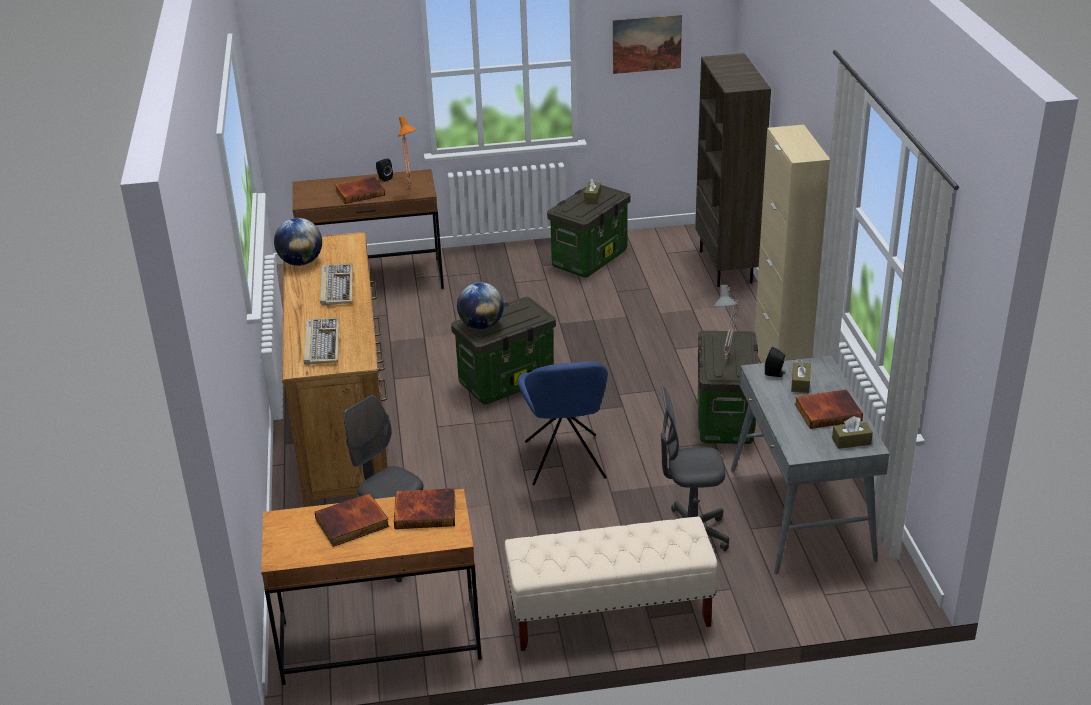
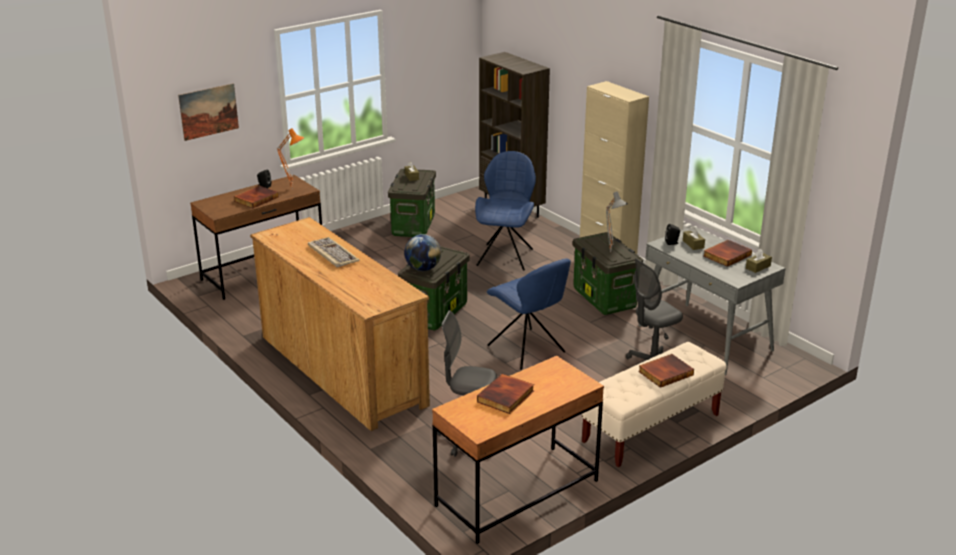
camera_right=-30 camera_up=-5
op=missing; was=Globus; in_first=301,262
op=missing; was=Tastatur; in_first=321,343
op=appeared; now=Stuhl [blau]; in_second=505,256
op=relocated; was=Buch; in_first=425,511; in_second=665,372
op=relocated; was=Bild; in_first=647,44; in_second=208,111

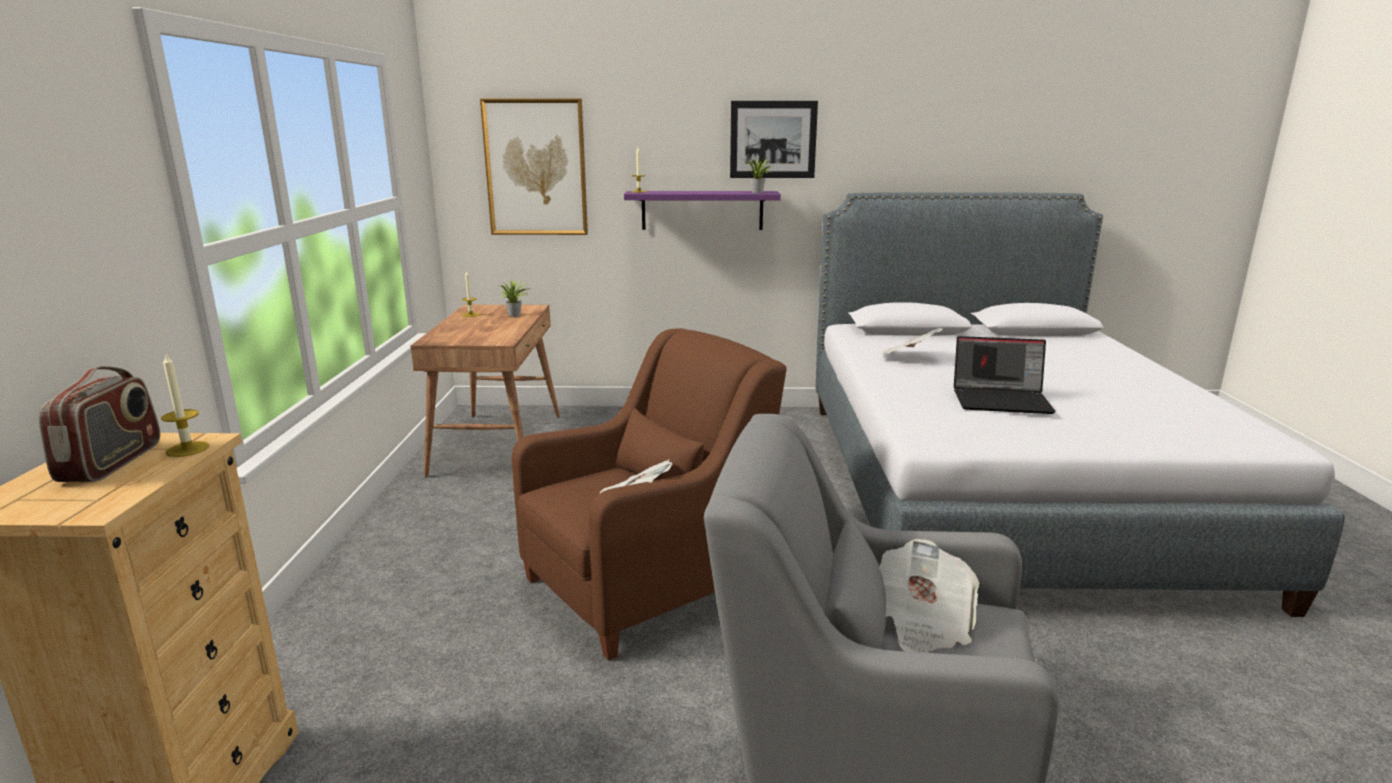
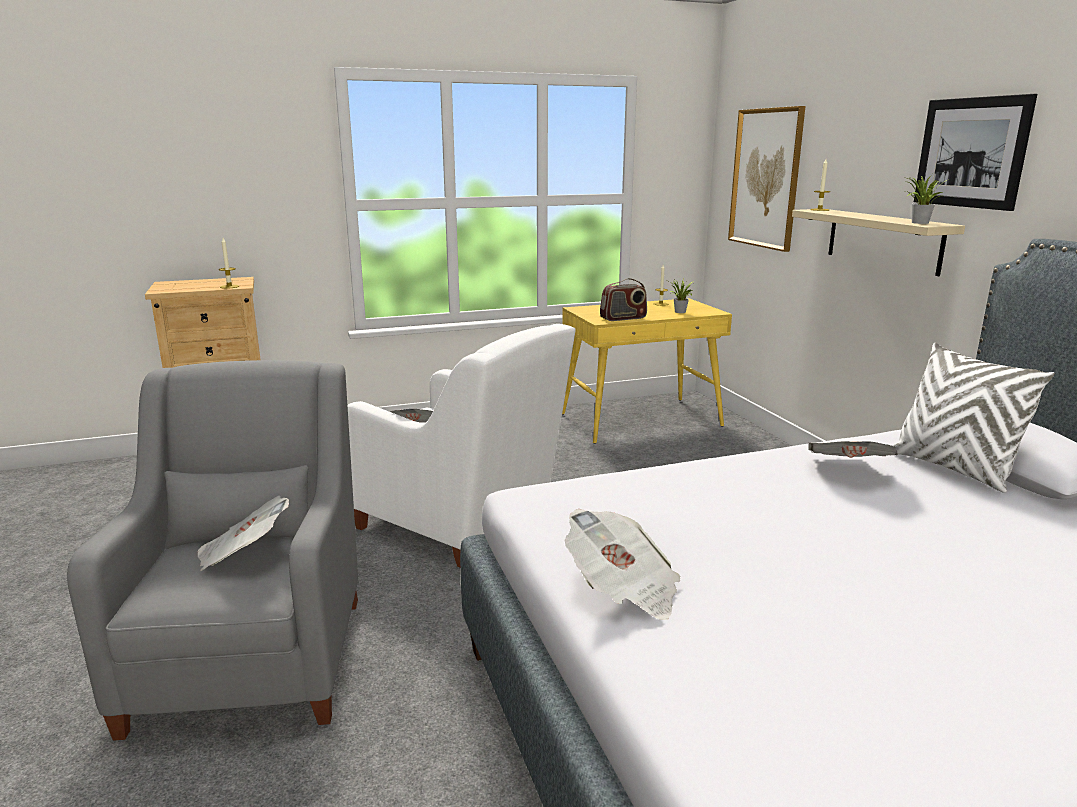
camera_right=70 camera_up=0
op=missing; was=Laptop; in_first=1002,400
op=appeared; now=Zeitung; in_second=623,590
op=appeared; now=Kissen [weiß]; in_second=953,469
op=relocated; was=Radio; in_first=112,463; in_second=623,318
op=colour; was=Schreibtisch [braun]; now=Schreibtisch [gelb]; in_first=497,444; in_second=641,420
op=colour; was=Sessel [braun]; now=Sessel [weiß]; in_first=648,583; in_second=462,522
op=colour; was=Wandregal [lila]; now=Wandregal [beige]; in_first=702,210; in_second=883,240

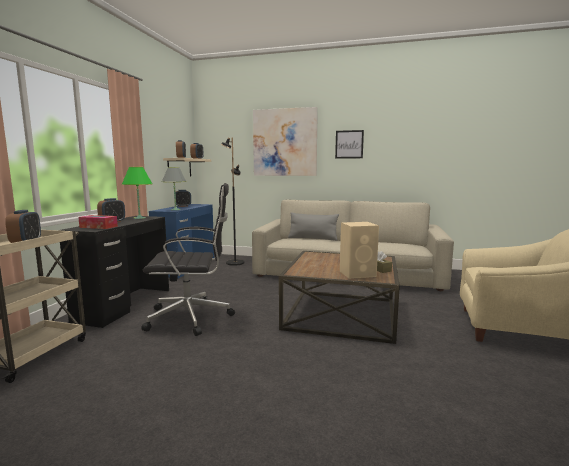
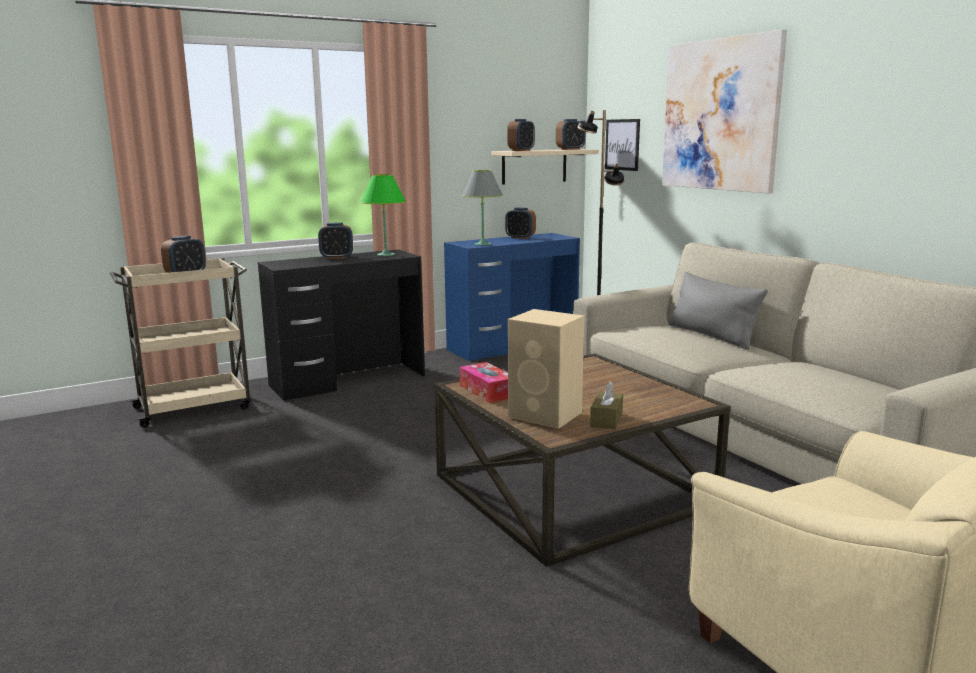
camera_right=45 camera_up=5
op=missing; was=Bürostuhl [schwarz]; in_first=192,317
op=relocated; was=Taschentuchbox; in_first=98,227; in_second=487,391
op=relocated; was=Bild; in_first=349,144; in_second=622,144

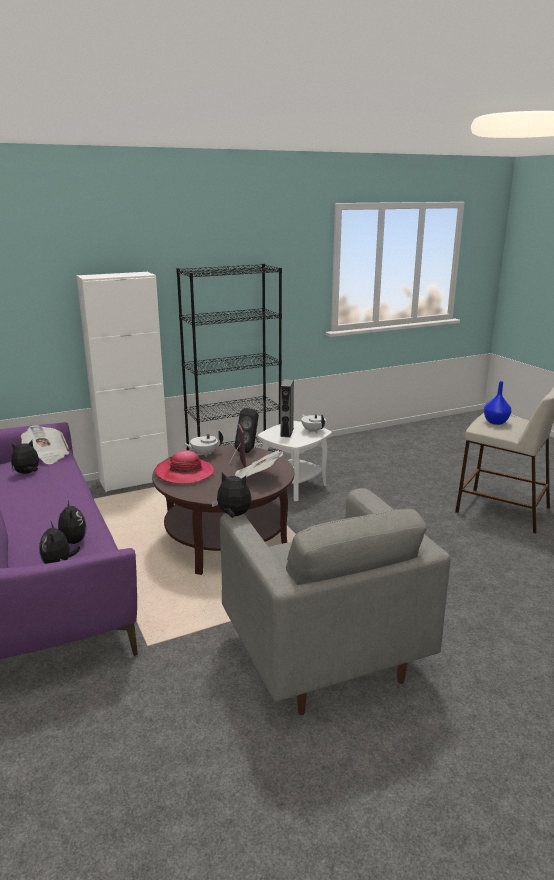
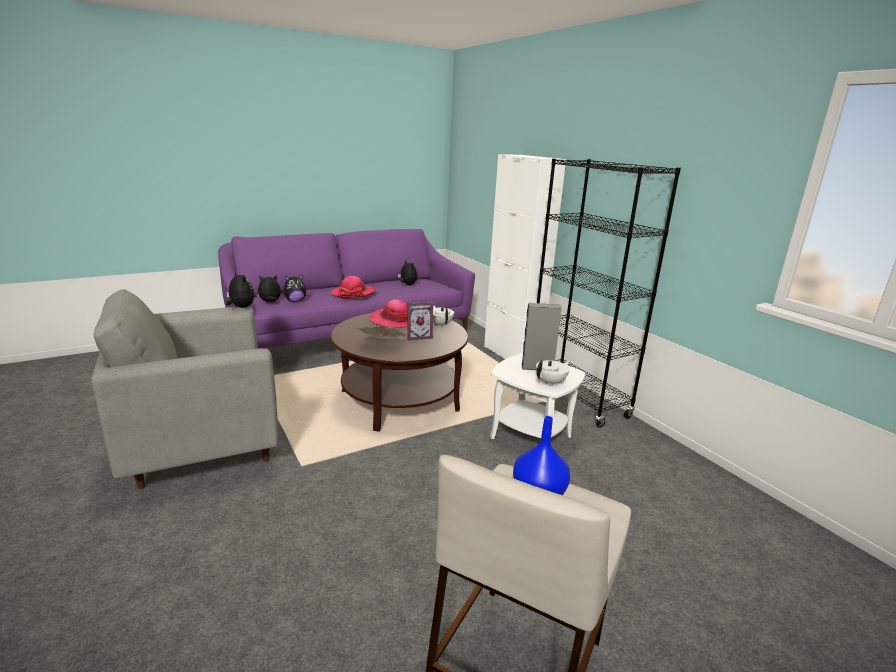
camera_right=85 camera_up=0
op=missing; was=Zeitung; in_first=46,456
op=missing; was=Lautsprecher [schwarz]; in_first=249,449
op=appeared; now=Hut; in_second=353,293
op=spun; was=Plüschtier; in_first=233,515; in_second=241,307; clockwise=-60

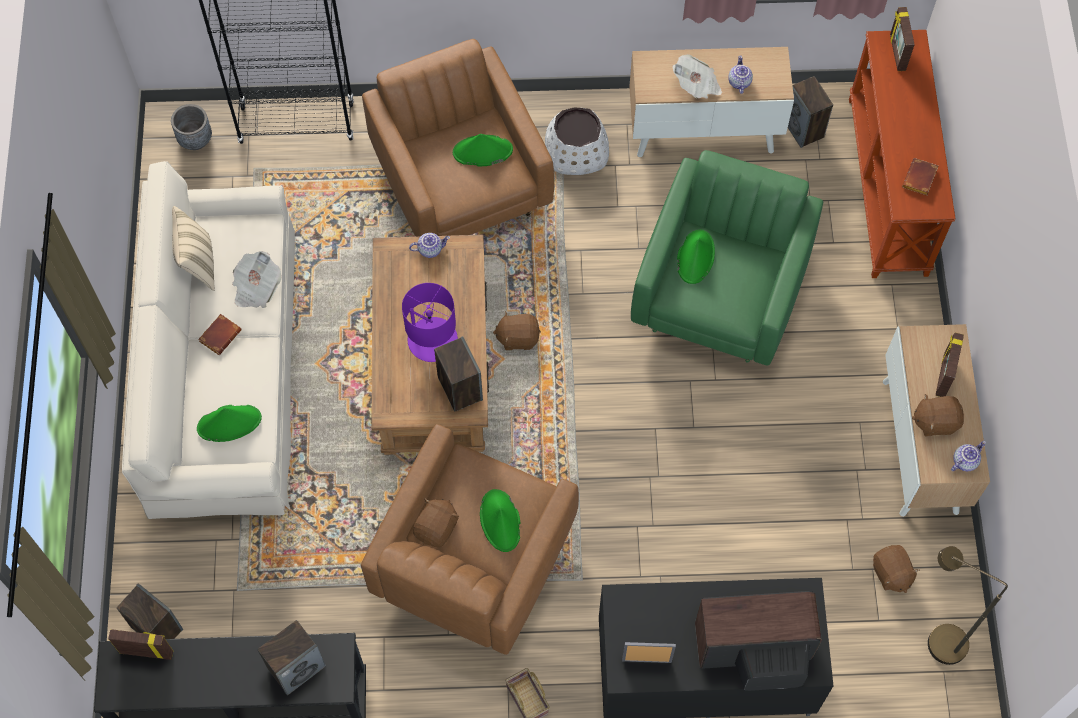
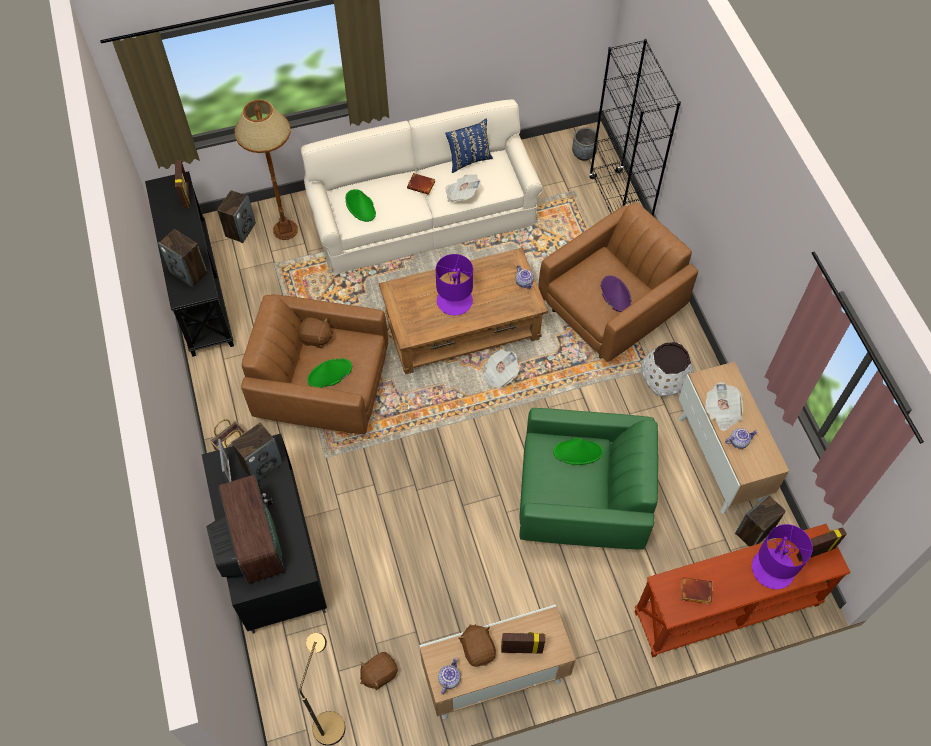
camera_right=75 camera_up=-5
op=appeared; now=Stehlampe [braun]; in_second=285,230
op=appeared; now=Tischlampe [lila]; in_second=773,568
op=relocated; was=Lautsprecher; in_first=459,388; in_second=262,464
op=exchanged; was=Plüschtier [braun]; now=Zeitung; in_first=518,337; in_second=499,374
op=colour; was=Kissen [beige]; now=Kissen [blau]; in_first=198,264; in_second=468,159
op=colour; was=Hut [grün]; now=Hut [lila]; in_first=482,151; in_second=615,294
op=spun; was=Teekanne; in_first=964,461; in_second=448,678; clockwise=-105

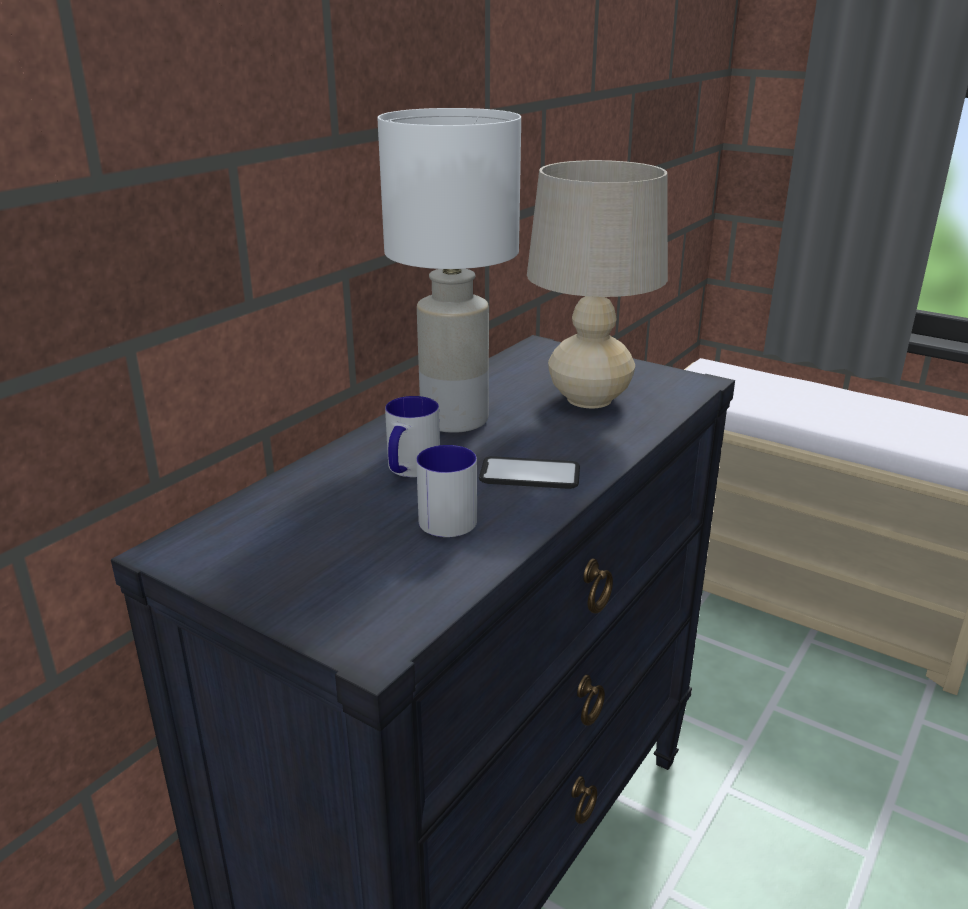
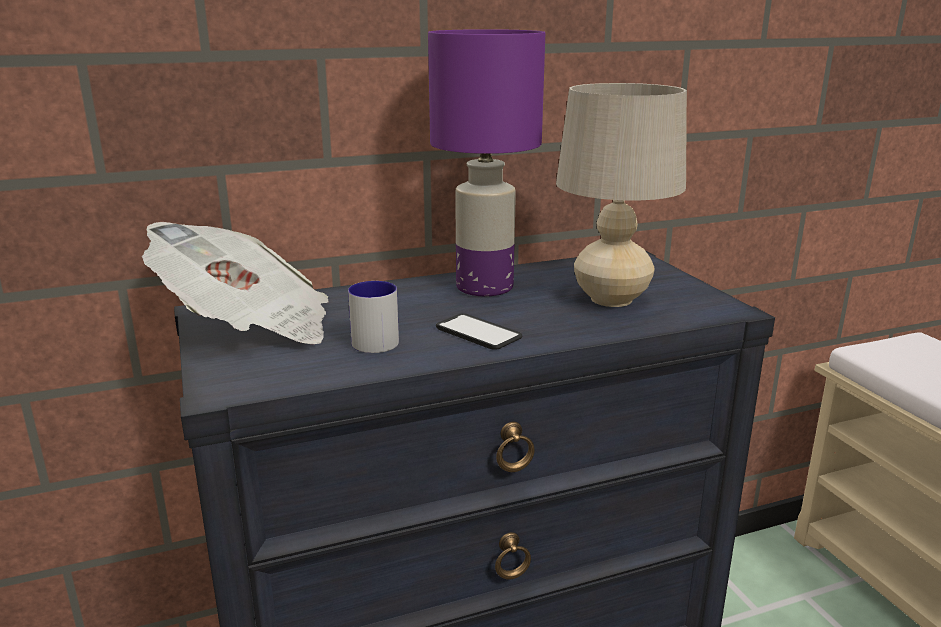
camera_right=35 camera_up=-5
op=missing; was=Henkelbecher; in_first=409,470
op=appeared; now=Zeitung; in_second=249,326
op=colour; was=Tischlampe [weiß]; now=Tischlampe [lila]; in_first=453,418; in_second=485,287

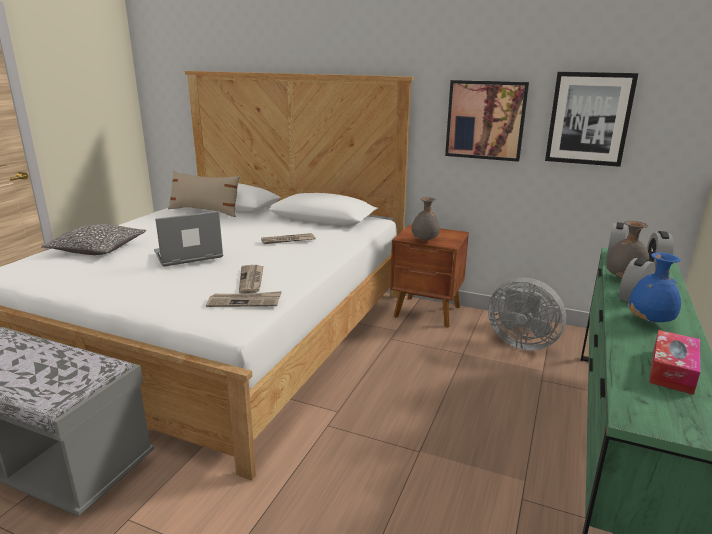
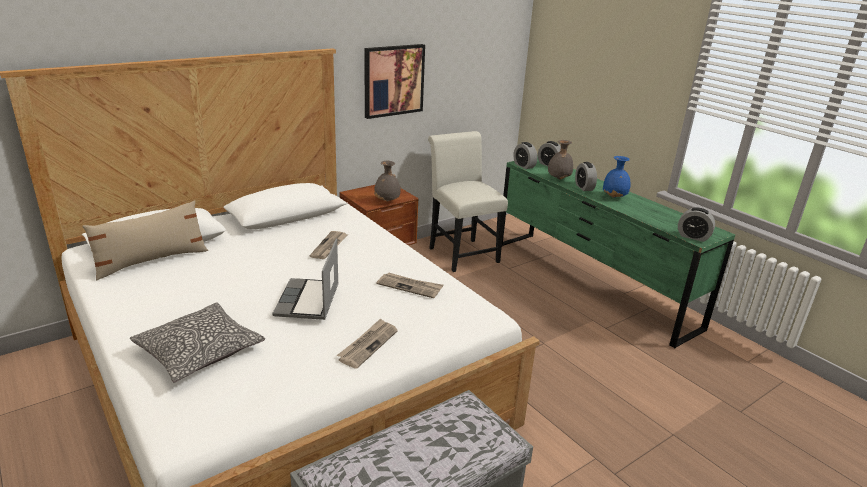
camera_right=-60 camera_up=5
op=missing; was=Bild; in_first=589,119
op=missing; was=Taschentuchbox; in_first=672,370
op=appeared; now=Wecker; in_second=693,237
op=relocated; was=Zeitung; in_first=245,301; in_second=368,344
op=exchanged; was=Ventilator [grau]; now=Stuhl [weiß]; in_first=521,342; in_second=461,253

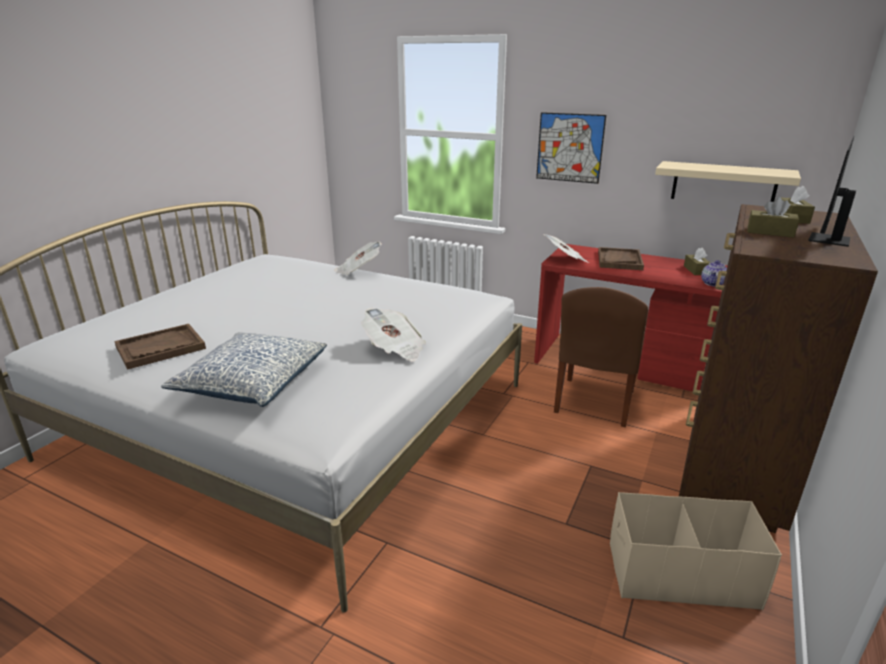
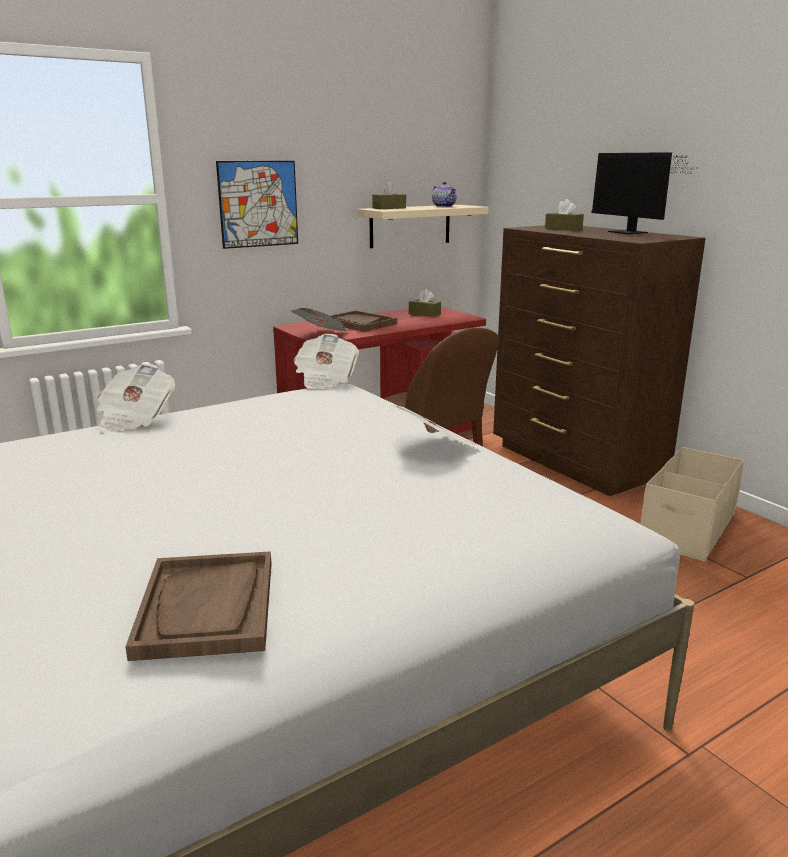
camera_right=-60 camera_up=-5
op=missing; was=Kissen; in_first=253,382
op=appeared; now=Zeitung; in_second=325,379
op=relocated; was=Teekanne; in_first=713,283; in_second=444,206
op=relocated; was=Taschentuchbox [braun]; in_first=770,232; in_second=389,208

